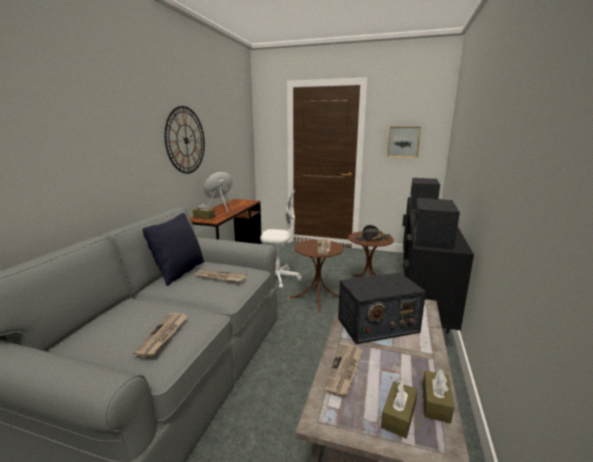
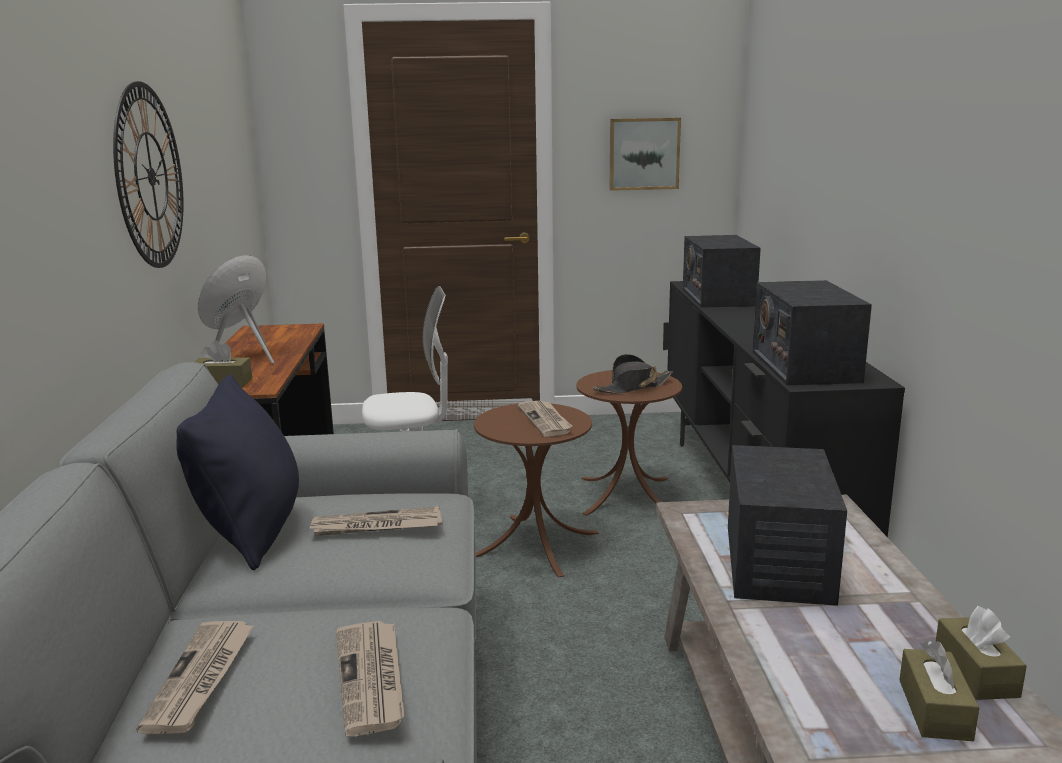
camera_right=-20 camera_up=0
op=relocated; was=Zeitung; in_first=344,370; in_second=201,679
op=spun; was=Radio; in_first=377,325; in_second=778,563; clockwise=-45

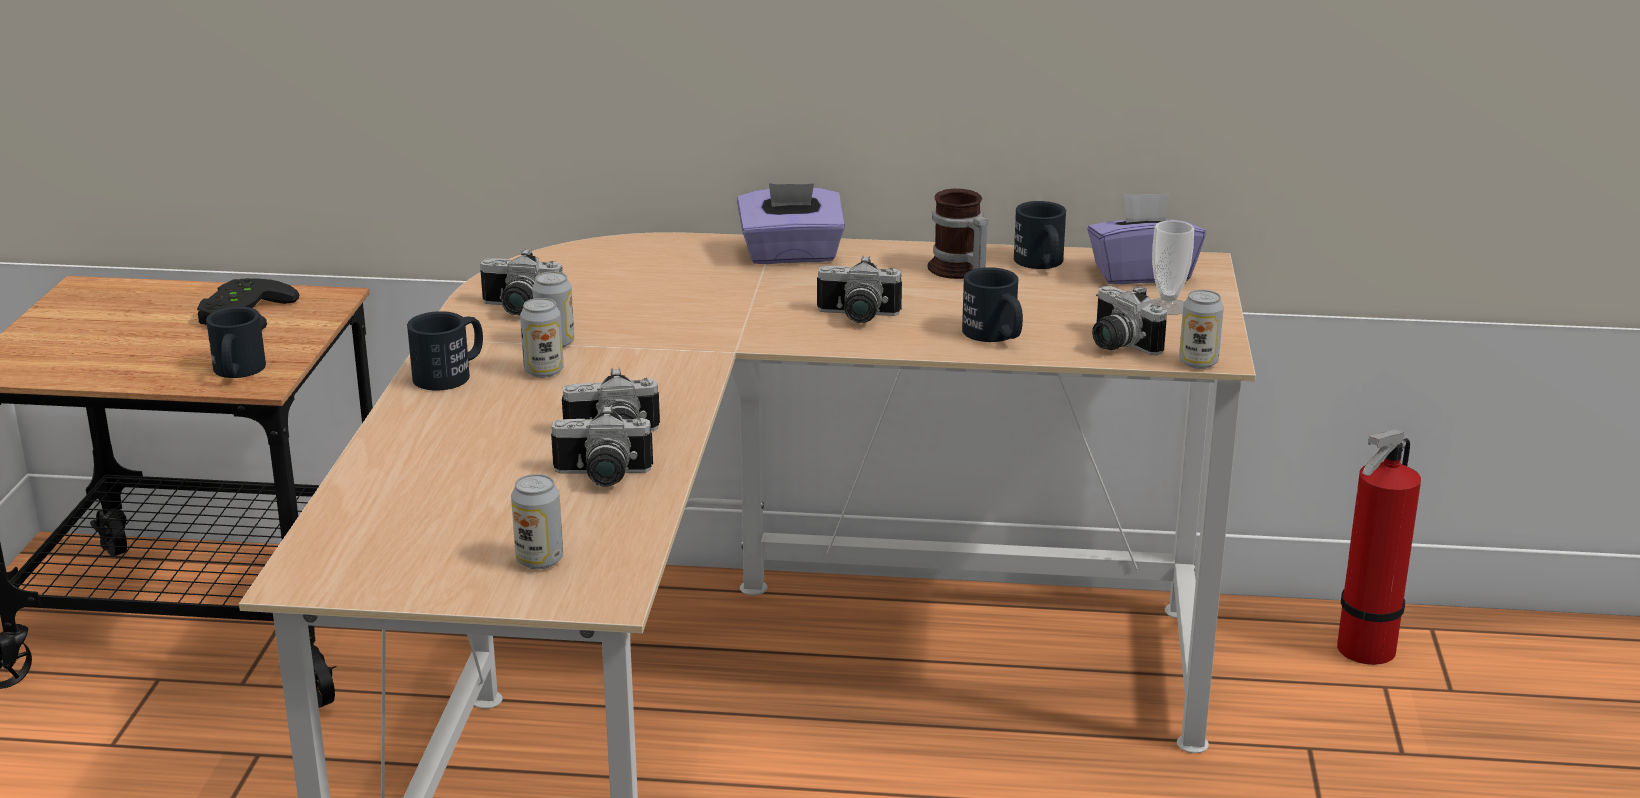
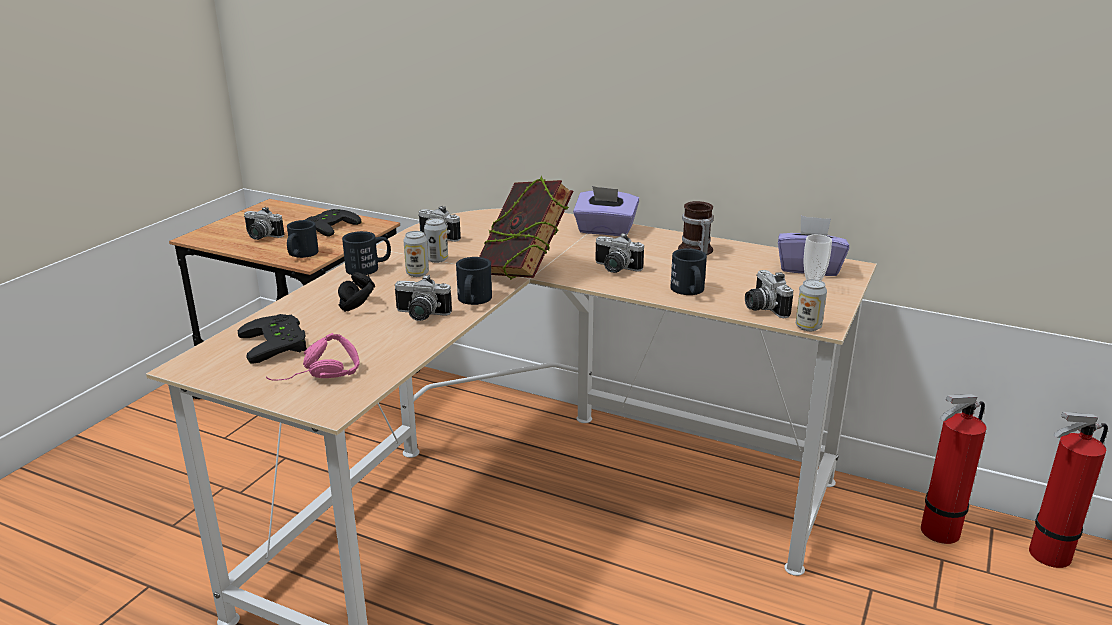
camera_right=20 camera_up=0
op=appeared; now=Gamepad [schwarz]; in_second=279,343
op=appeared; now=Kopfhörer [schwarz]; in_second=356,298
op=appeared; now=Buch; in_second=524,274
op=appeared; now=Feuerlöscher; in_second=1045,555
op=relocated; was=Kamera; in_first=601,477; in_second=260,237
op=relocated; was=Henkelbecher [schwarz]; in_first=1042,264; in_second=473,301
op=exchanged; was=Dose; now=Kopfhörer [rosa]; in_first=539,560; in_second=317,379

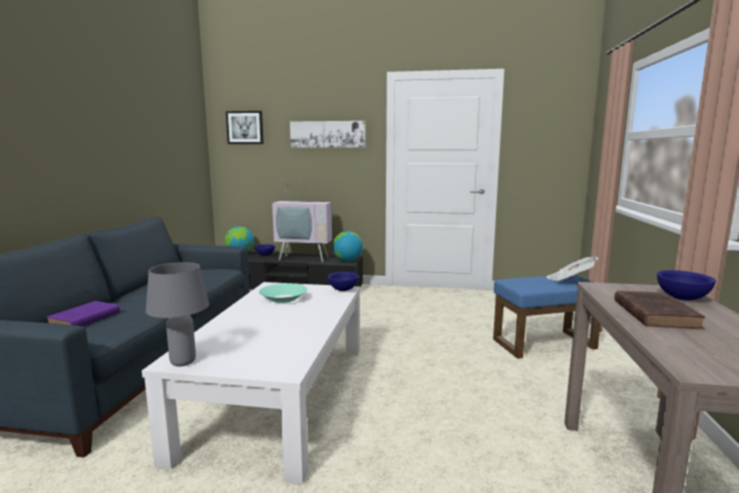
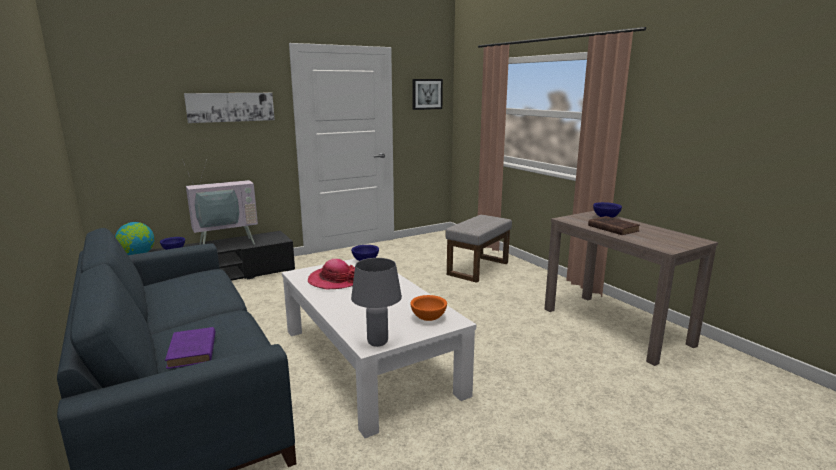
camera_right=-40 camera_up=5
op=missing; was=Globus; in_first=347,260
op=missing; was=Zeitung; in_first=570,280
op=appeared; now=Schüssel [orange]; in_second=429,318
op=relocated; was=Bild; in_first=245,127; in_second=426,94
op=exchanged; was=Schüssel [türkis]; now=Hut; in_first=283,298; in_second=335,280
op=colour; was=Polsterhocker [blau]; now=Polsterhocker [grau]; in_first=543,344; in_second=478,269

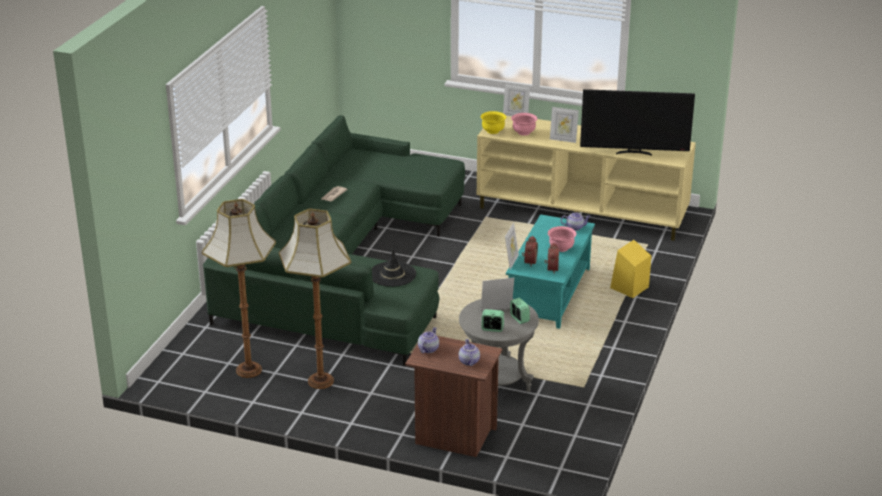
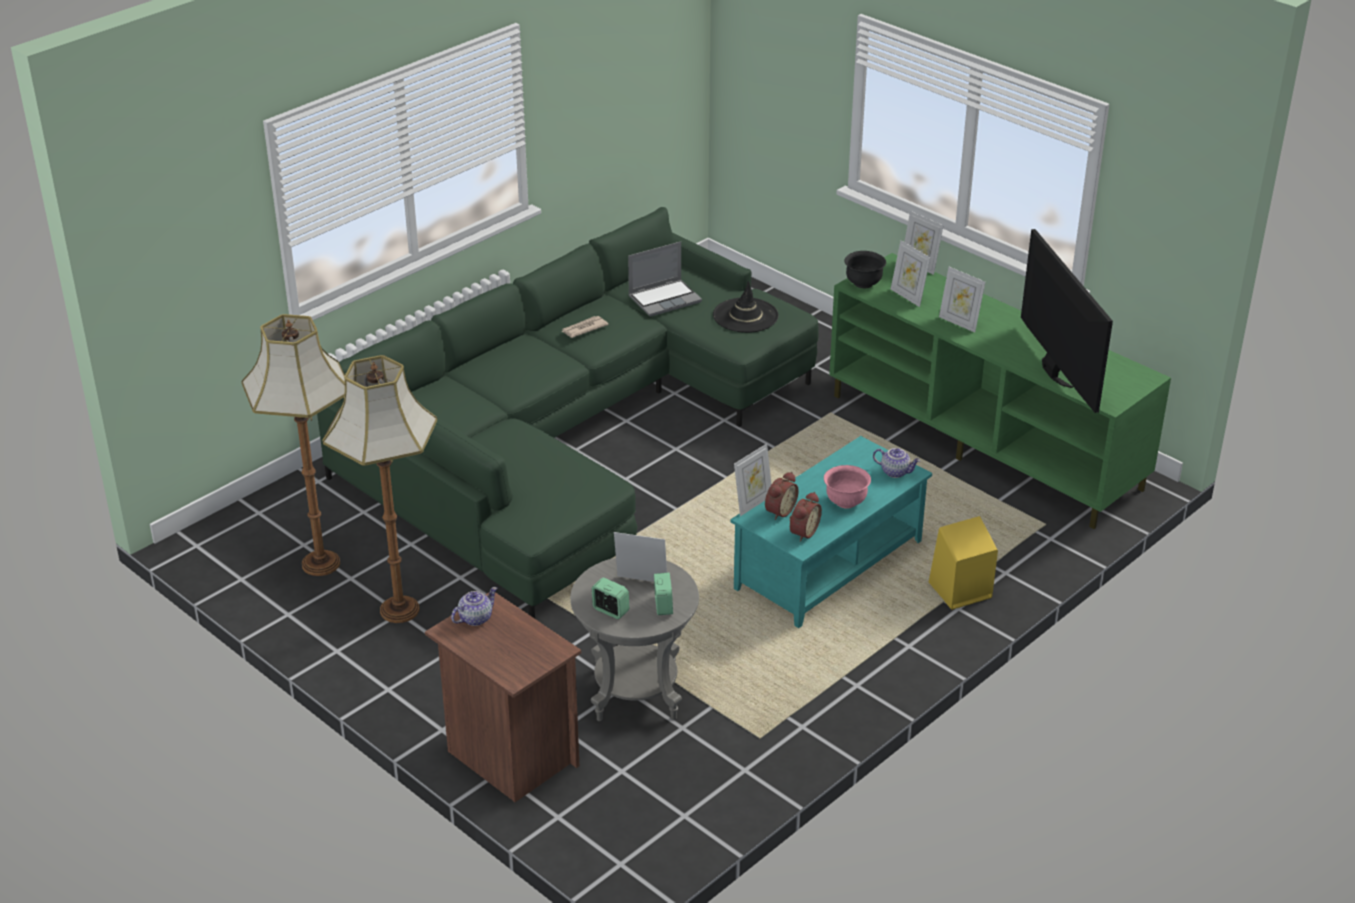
camera_right=25 camera_up=5
op=missing; was=Teekanne; in_first=468,361
op=appeared; now=Laptop; in_second=665,299
op=relocated; was=Hut [schwarz]; in_first=392,274; in_second=745,316
op=exchanged; was=Schüssel [rosa]; now=Bilderrahmen; in_first=523,132; in_second=908,296
op=colour; was=Fernsehschrank [beige]; now=Fernsehschrank [grün]; in_first=582,211; in_second=985,442
op=colour; was=Schüssel [gelb]; now=Schüssel [schwarz]; in_first=493,131; in_second=863,283
op=spun; was=Fernseher; in_first=634,153; in_second=1053,372; clockwise=-135

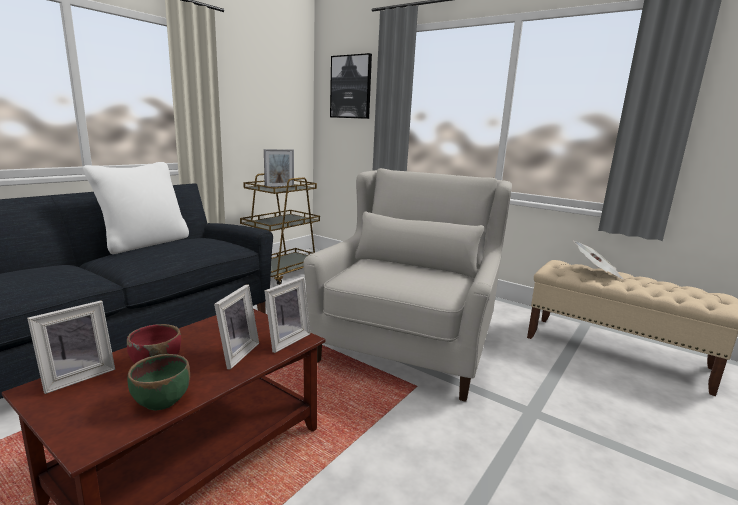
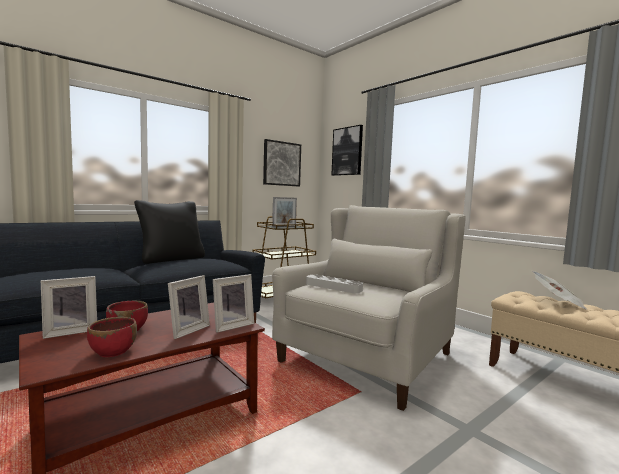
camera_right=15 camera_up=-10
op=appeared; now=Bild; in_second=281,163
op=appeared; now=Tablett [grau]; in_second=333,287
op=colour; was=Kissen [weiß]; now=Kissen [schwarz]; in_first=145,243; in_second=171,259
op=colour; was=Schüssel [grün]; now=Schüssel [rot]; in_first=162,400; in_second=113,352

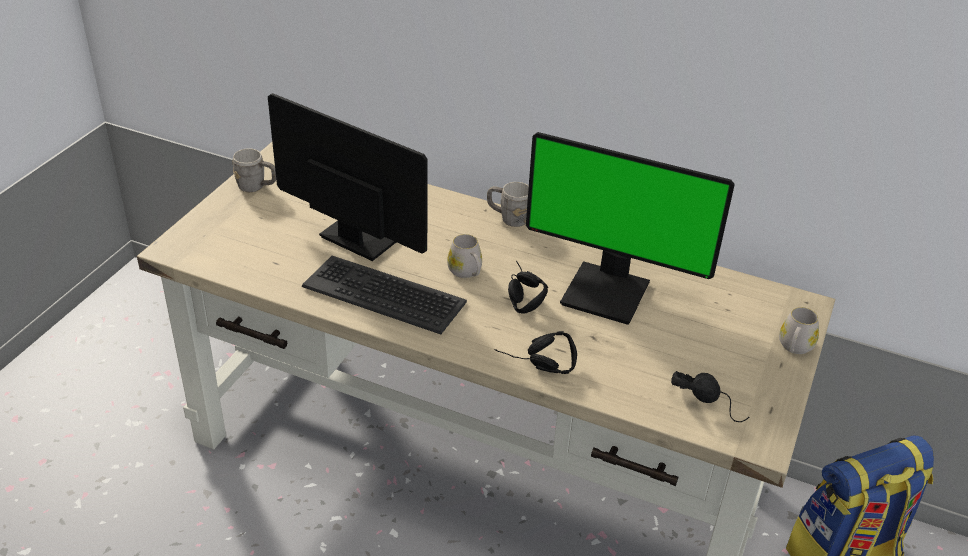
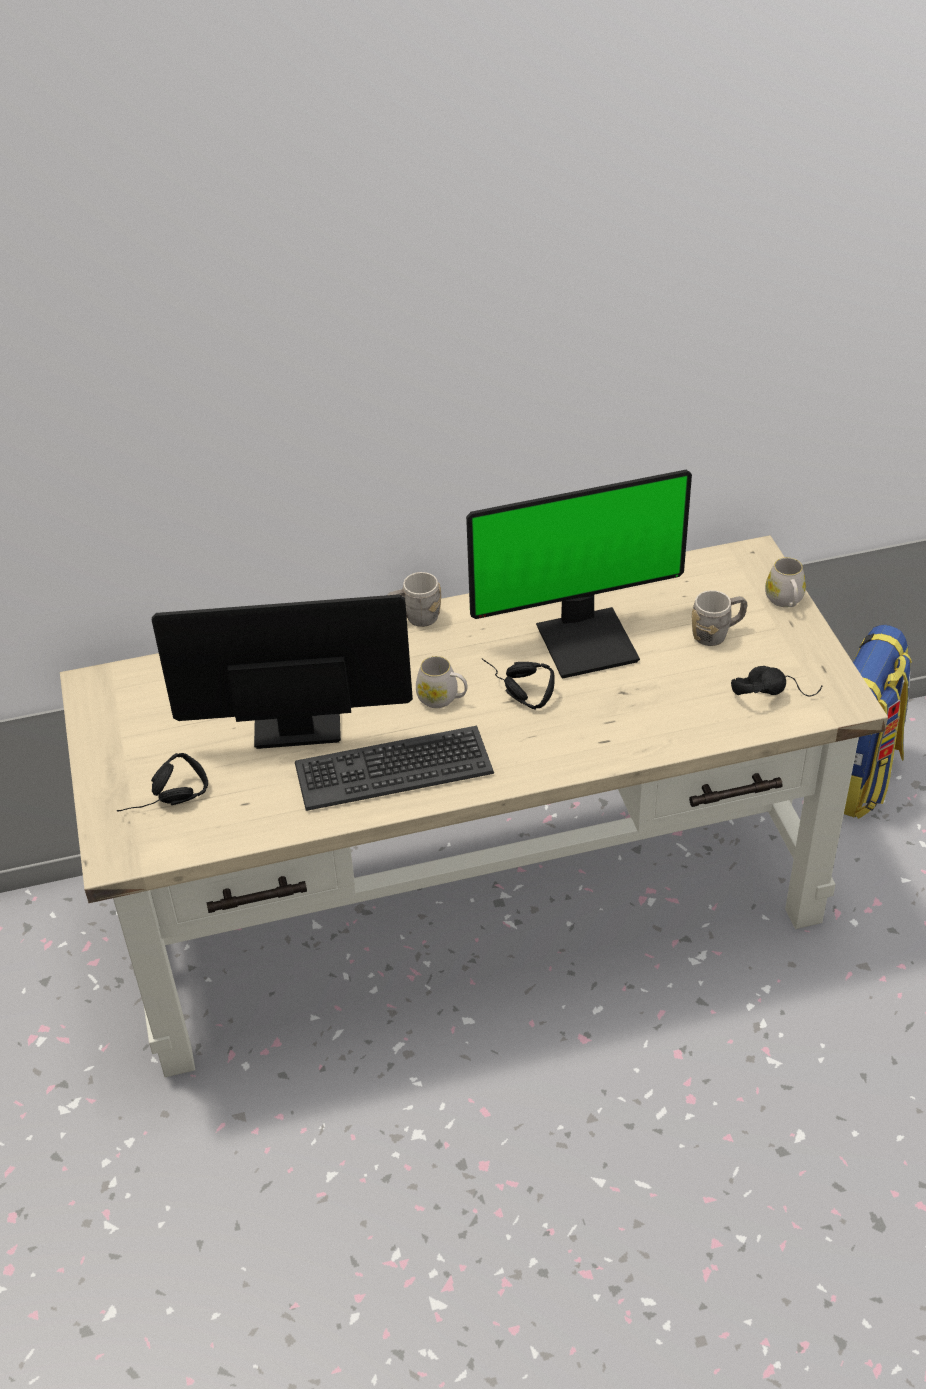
camera_right=-35 camera_up=5
op=relocated; was=Henkelbecher [grau]; in_first=257,187; in_second=717,633
op=relocated; was=Kopfhörer [schwarz]; in_first=535,366; in_second=167,803

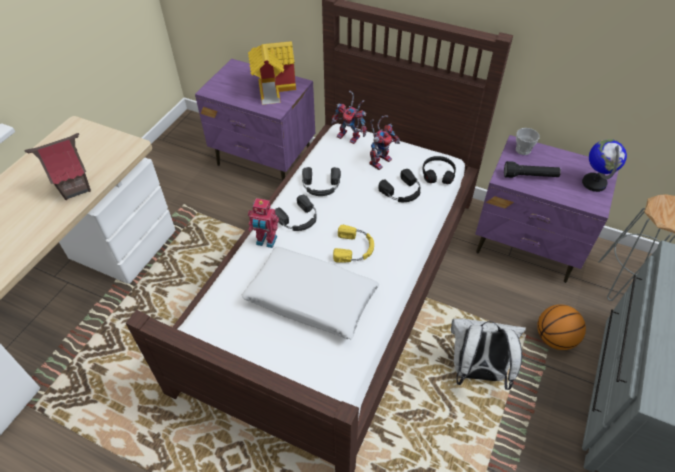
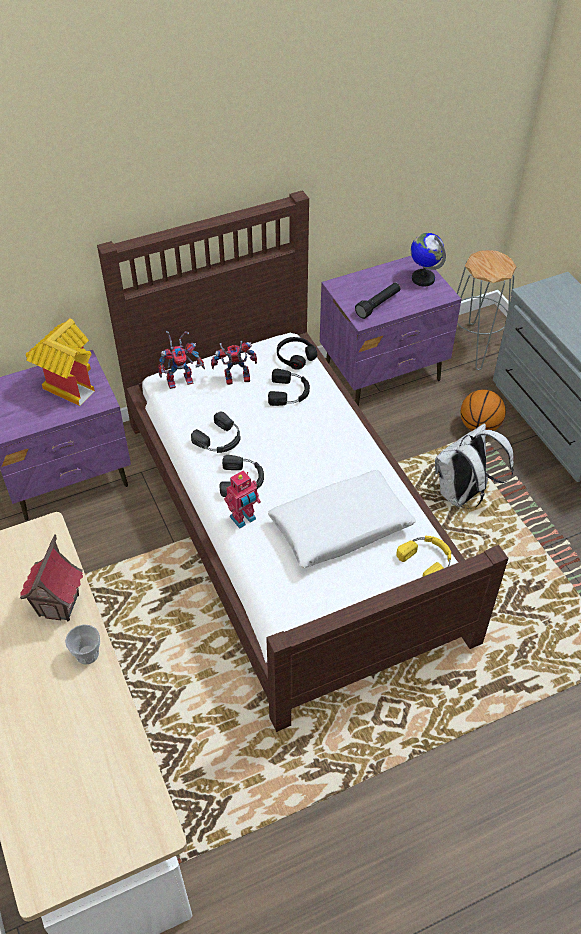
camera_right=-50 camera_up=0
op=relocated; was=Kopfhörer [gelb]; in_first=354,248; in_second=427,559
op=relocated; was=Tasse; in_first=523,150; in_second=87,654
op=spun; was=Spielzeugroboter; in_first=380,160; in_second=235,380; clockwise=-90

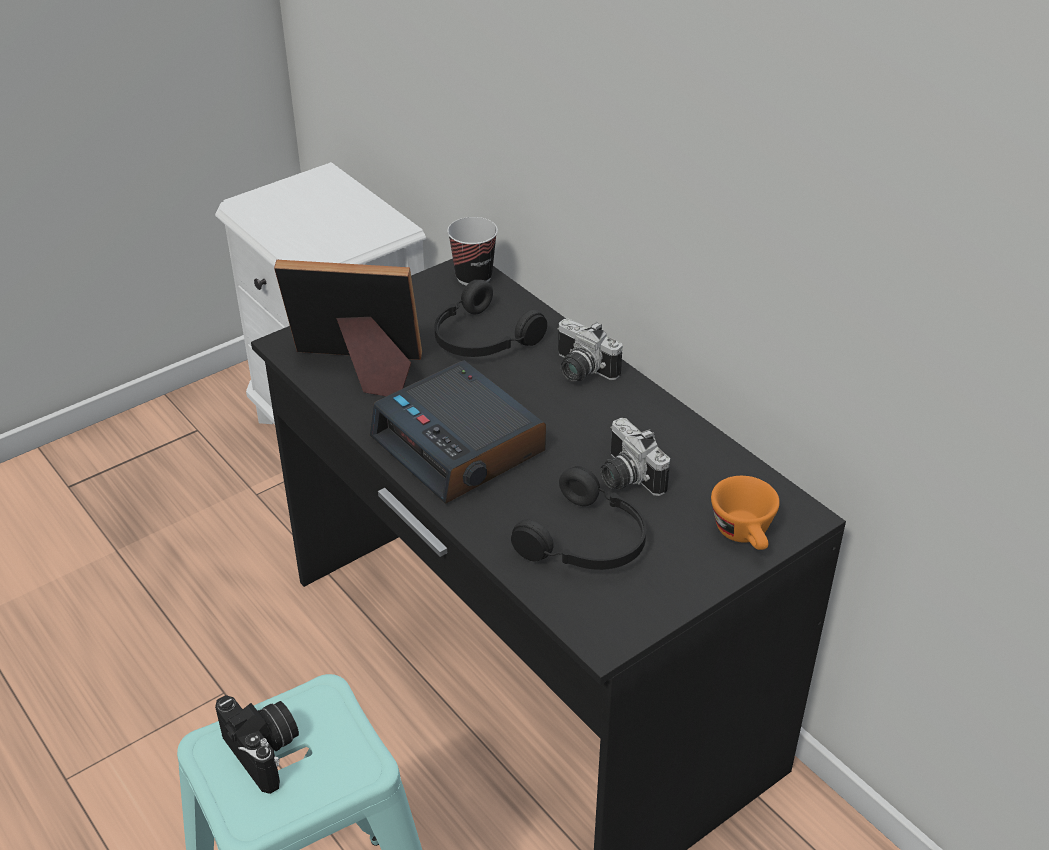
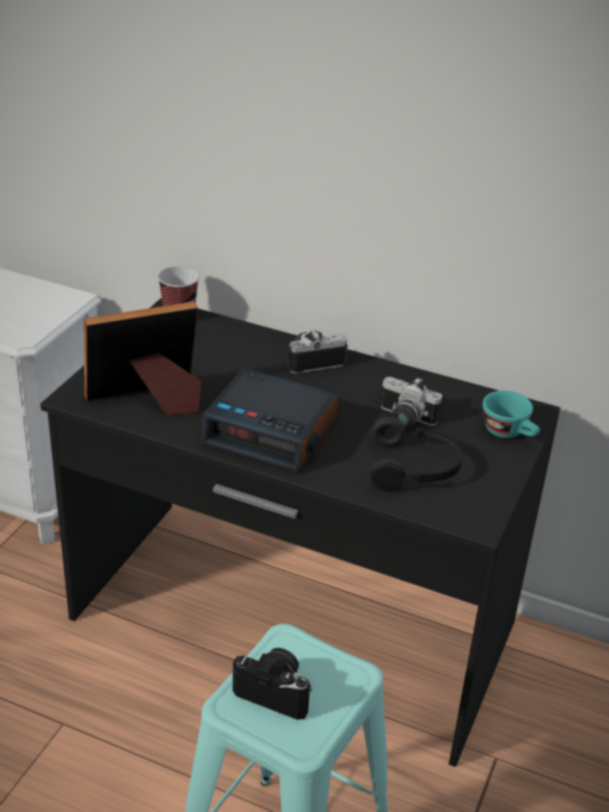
camera_right=-30 camera_up=-5
op=missing; was=Kopfhörer [schwarz]; in_first=481,339
op=colour; was=Tasse [orange]; now=Tasse [türkis]; in_first=745,535; in_second=509,433
op=spun; was=Kamera; in_first=580,371; in_second=313,360; clockwise=150

